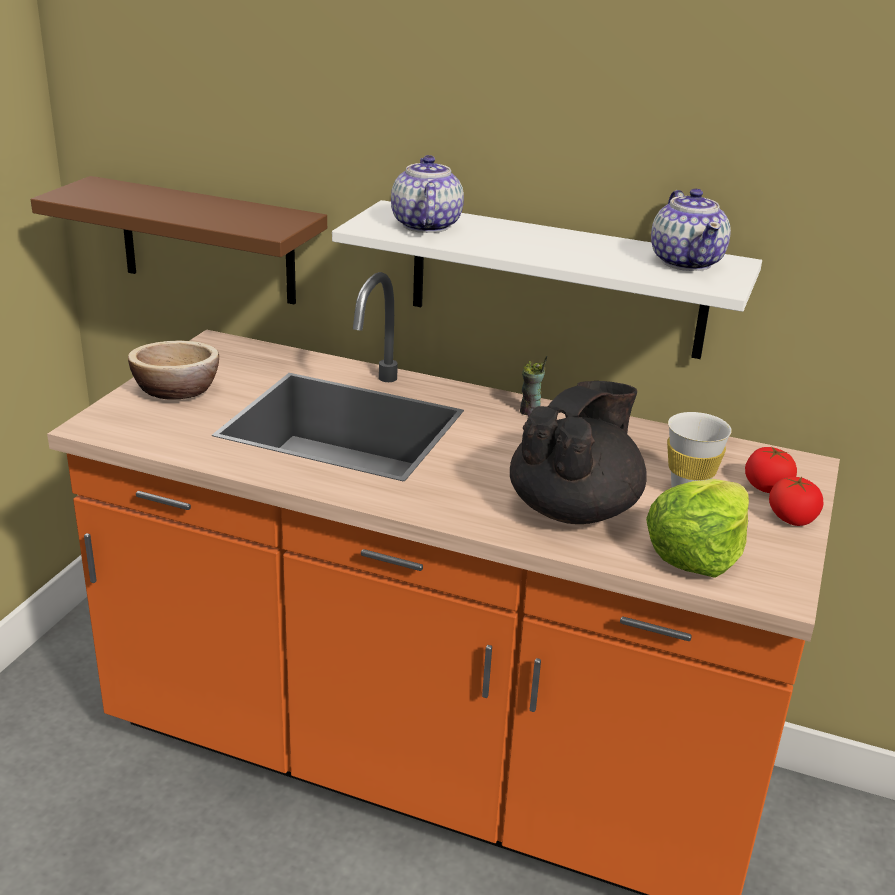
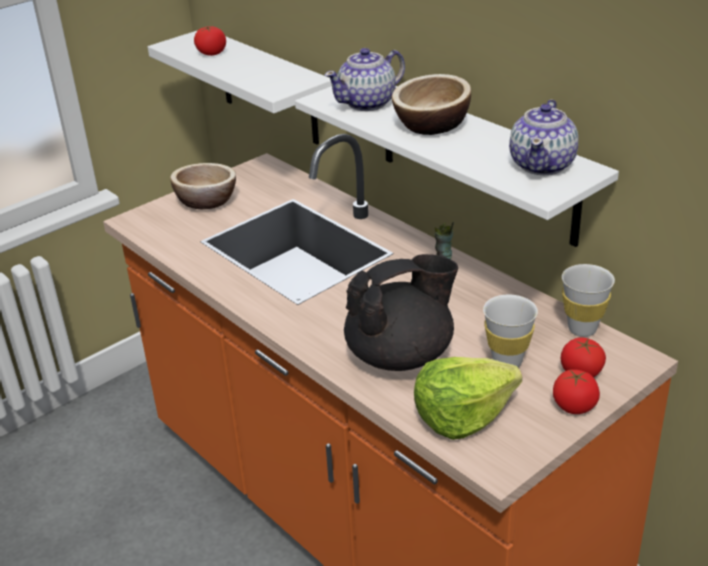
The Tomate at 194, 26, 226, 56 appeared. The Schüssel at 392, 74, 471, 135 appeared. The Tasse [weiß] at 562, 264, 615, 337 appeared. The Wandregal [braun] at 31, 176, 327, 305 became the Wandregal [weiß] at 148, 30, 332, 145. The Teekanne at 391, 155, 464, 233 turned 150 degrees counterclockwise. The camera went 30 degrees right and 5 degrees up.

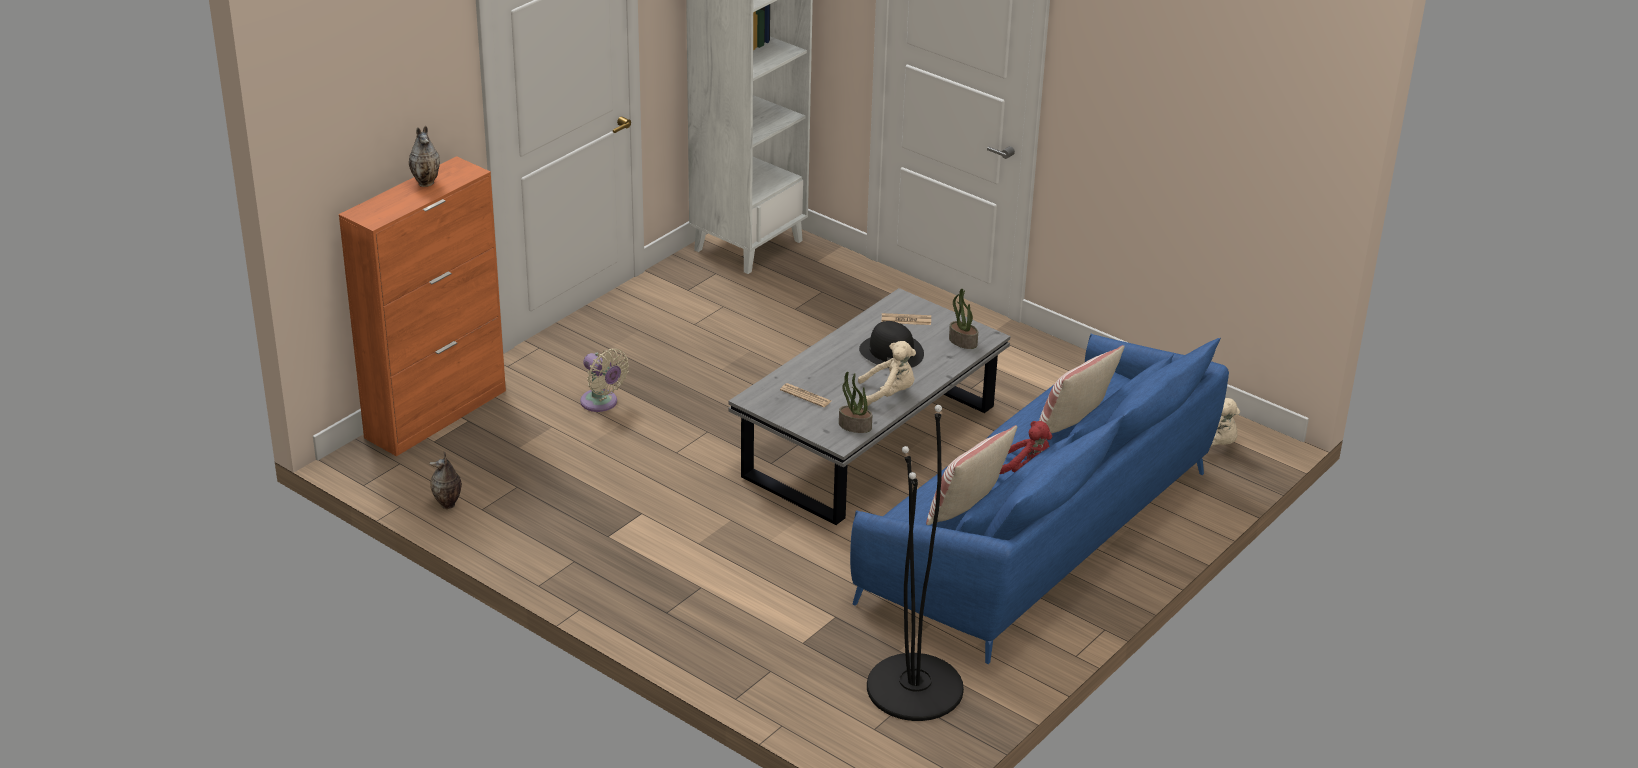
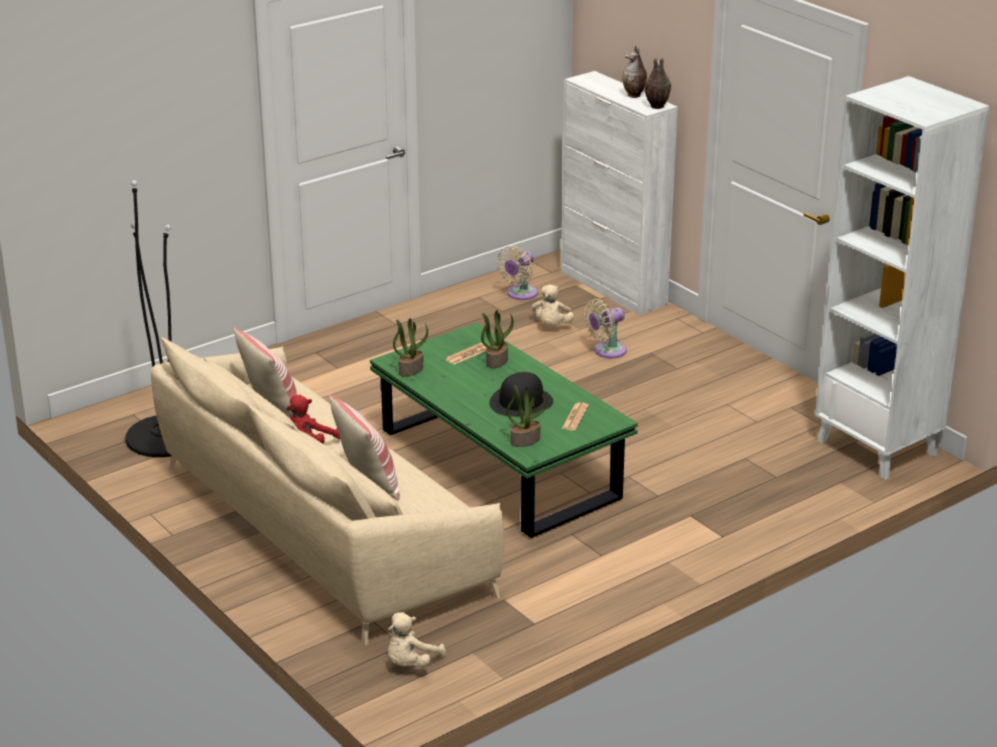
The Topfpflanze at 481, 310, 514, 368 appeared. The Ventilator [beige] at 497, 246, 538, 300 appeared. The Vase moved from 429, 452, 462, 509 to 645, 58, 671, 109. The Plüschtier [beige] moved from 858, 341, 916, 406 to 532, 284, 574, 326. The Schrank [orange] at 339, 156, 506, 456 became the Schrank [weiß] at 561, 71, 678, 315. The Couchtisch [grau] at 728, 288, 1010, 525 became the Couchtisch [grün] at 370, 323, 638, 538. The Sofa [blau] at 850, 333, 1229, 664 became the Sofa [beige] at 150, 337, 504, 645. The camera went 105 degrees right and 5 degrees down.

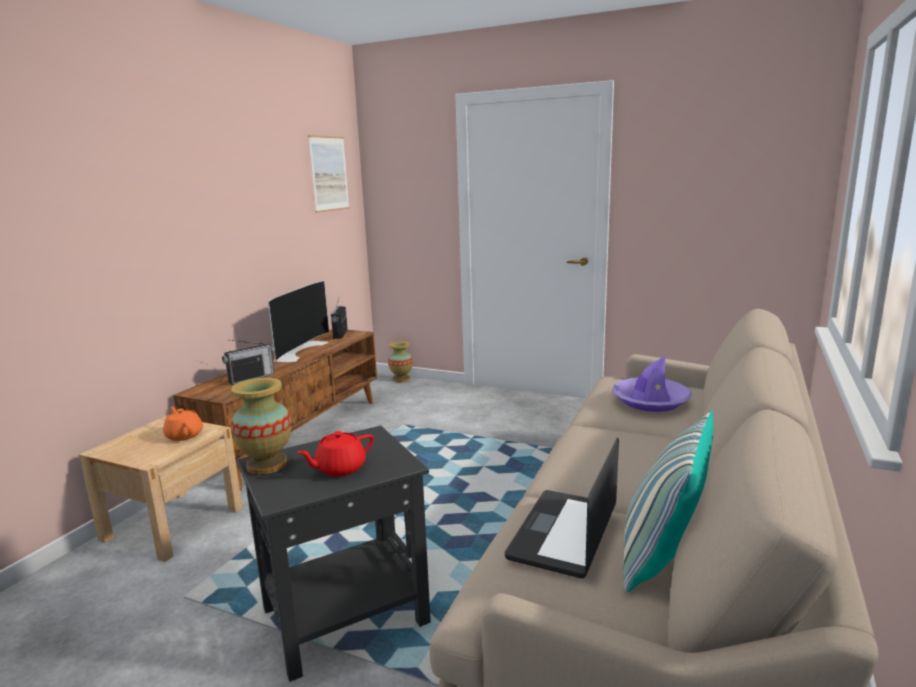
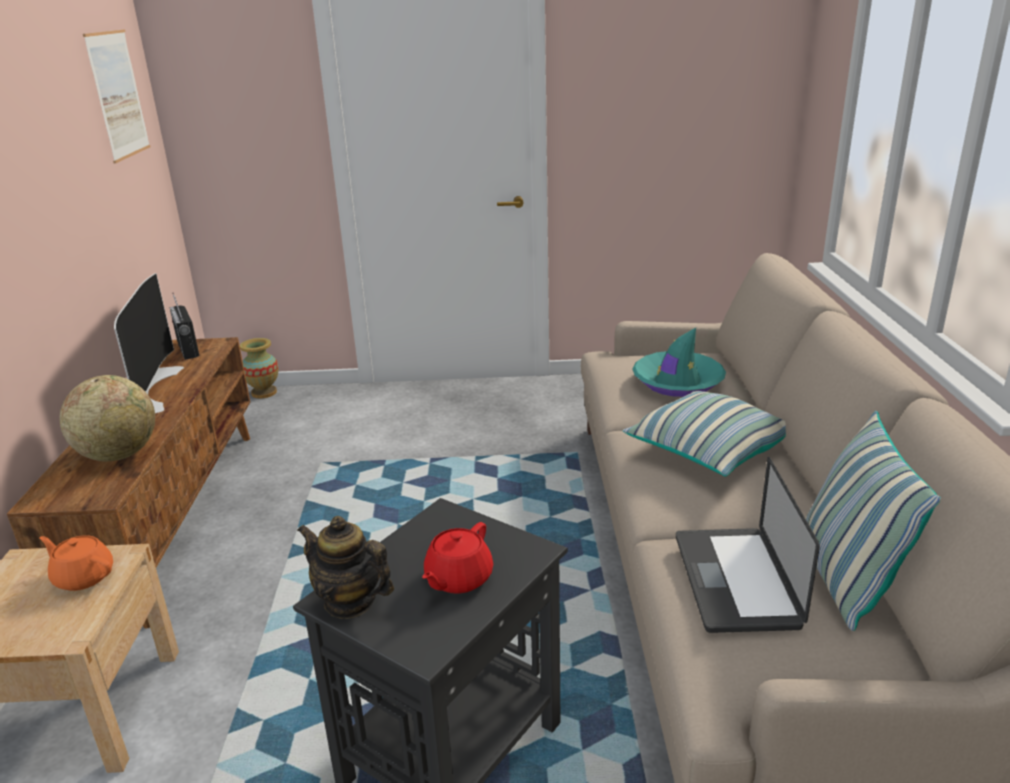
The Kissen at 622, 391, 786, 477 appeared. The Radio at 222, 339, 275, 385 was replaced by the Globus at 60, 375, 155, 461. The Vase at 231, 378, 291, 474 was replaced by the Teekanne at 297, 516, 394, 619. The Hut [lila] at 612, 356, 692, 412 became the Hut [türkis] at 632, 328, 726, 397. The camera went 25 degrees left and 10 degrees up.

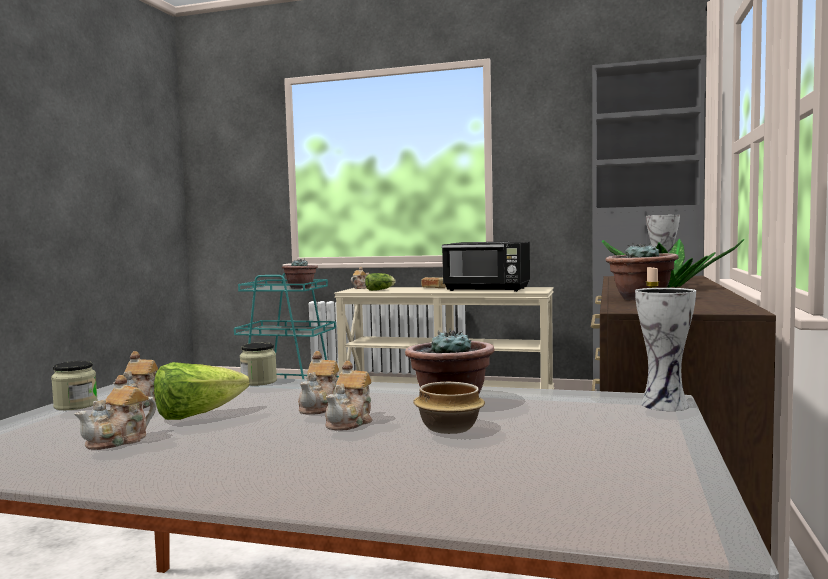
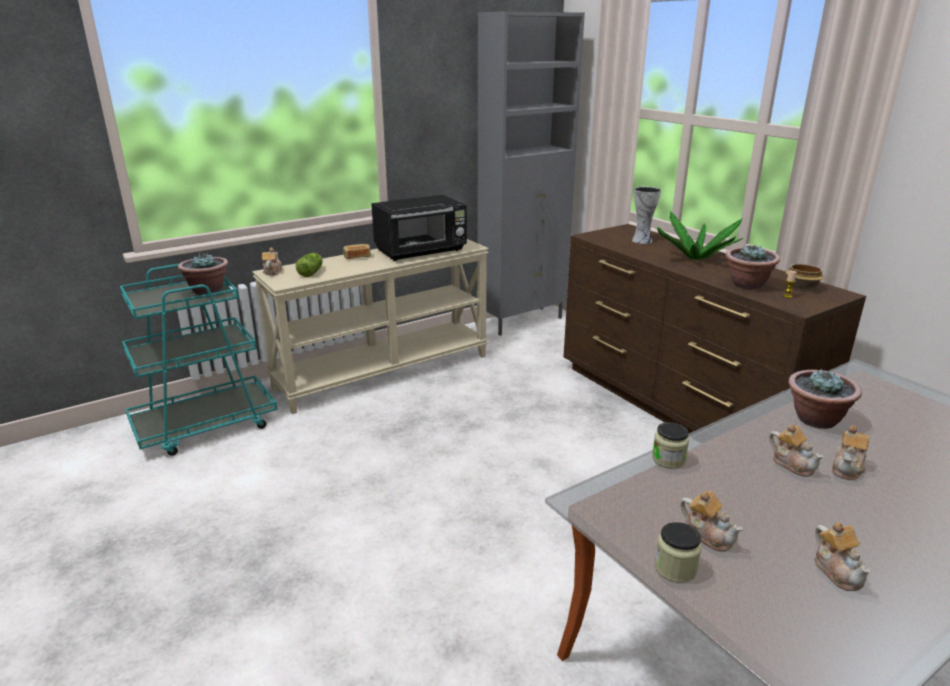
The Salatkopf at 154, 362, 249, 420 disappeared. The Vase at 635, 288, 696, 411 disappeared. The Schüssel moved from 413, 382, 485, 434 to 786, 264, 825, 290. The Teekanne at 325, 361, 372, 431 turned 60 degrees clockwise. The camera went 50 degrees left and 20 degrees up.

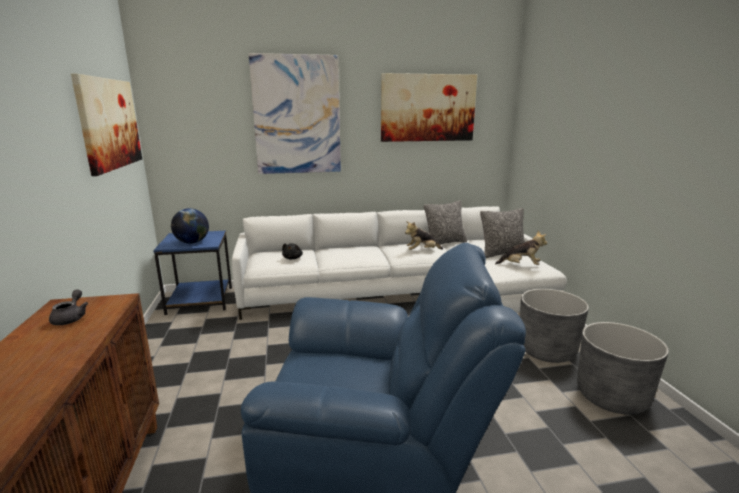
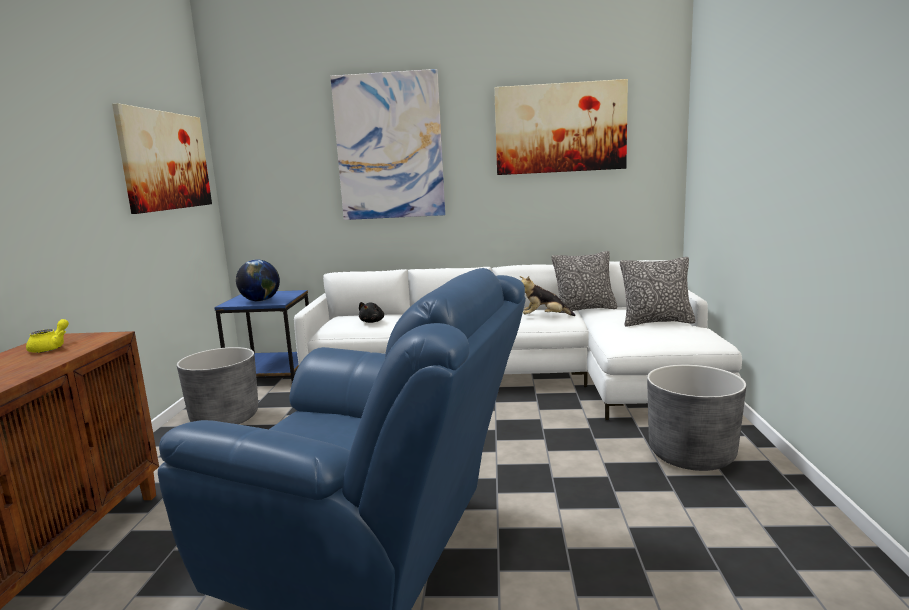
The Plüschtier at 495, 231, 547, 265 disappeared. The Pflanzkübel [grau] moved from 577, 322, 669, 415 to 177, 347, 258, 424. The Teekanne [grau] at 49, 289, 88, 325 became the Teekanne [gelb] at 26, 319, 69, 353. The camera went 15 degrees right and 5 degrees down.

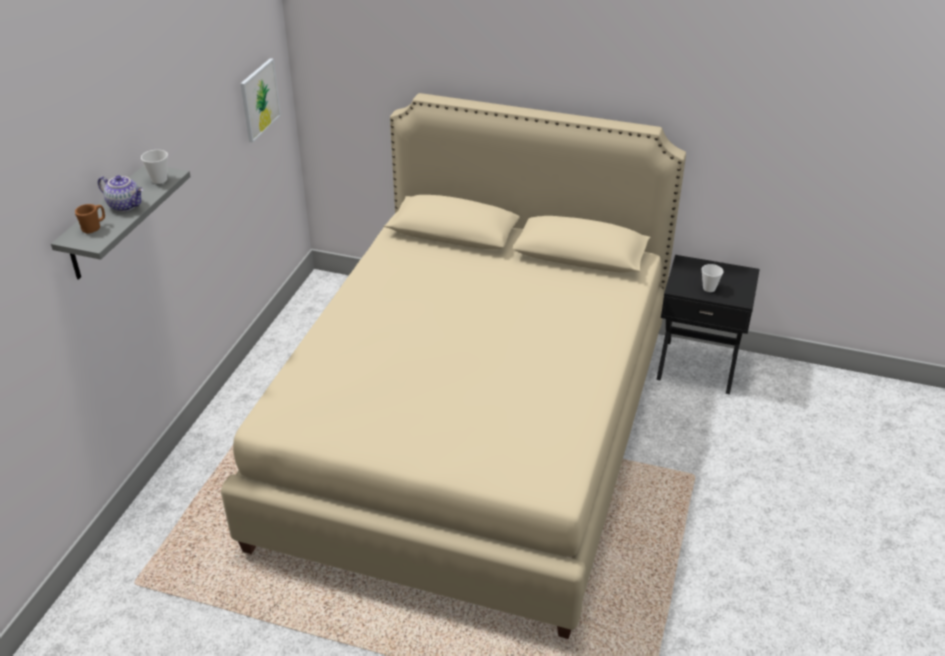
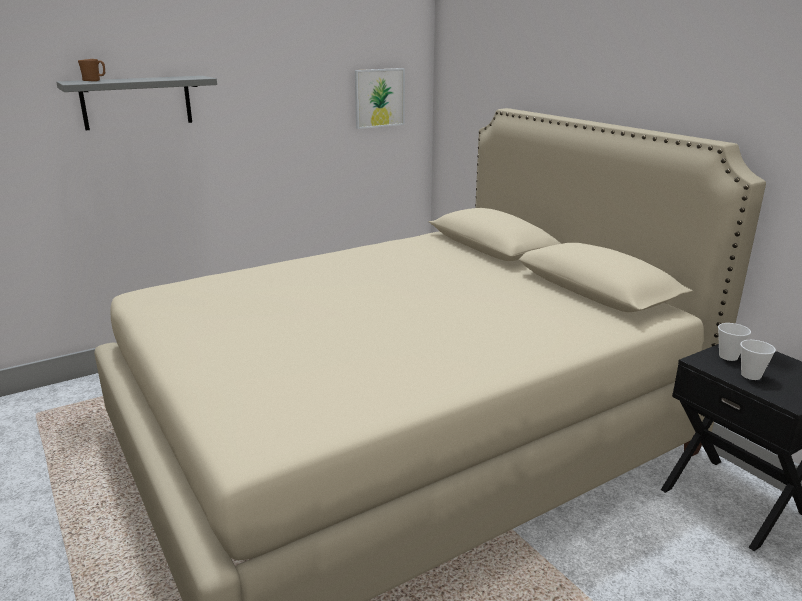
The Teekanne at 98, 175, 143, 212 disappeared. The Tasse moved from 141, 150, 168, 184 to 718, 323, 751, 361. The camera went 40 degrees right and 15 degrees down.

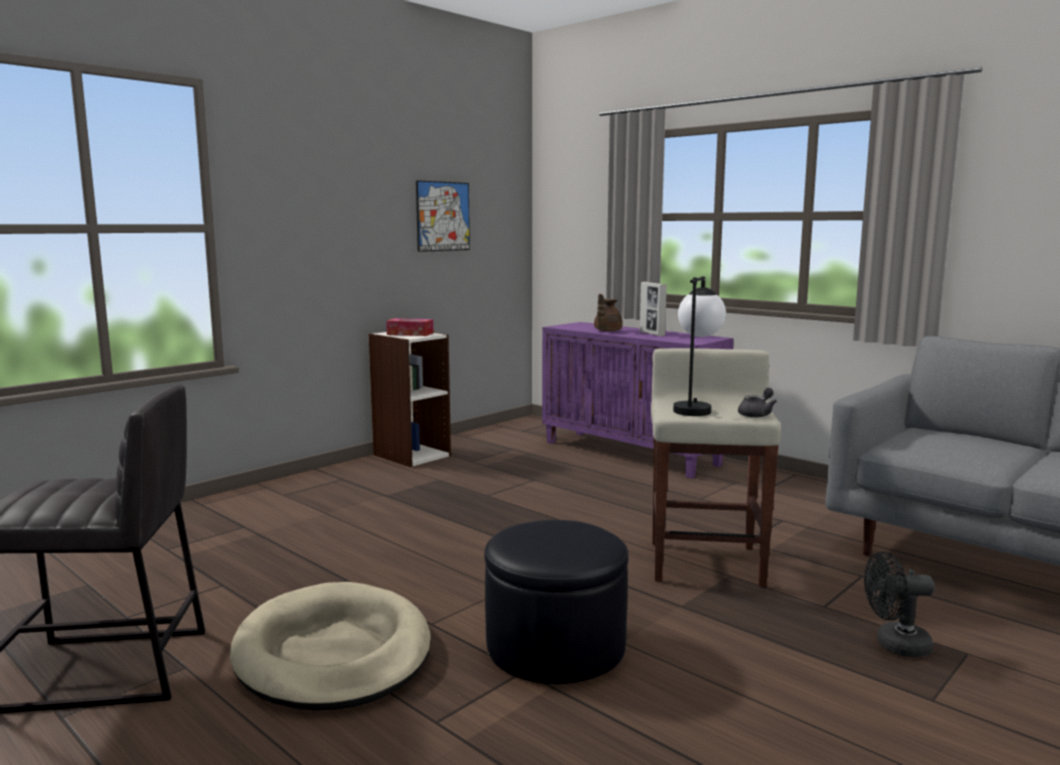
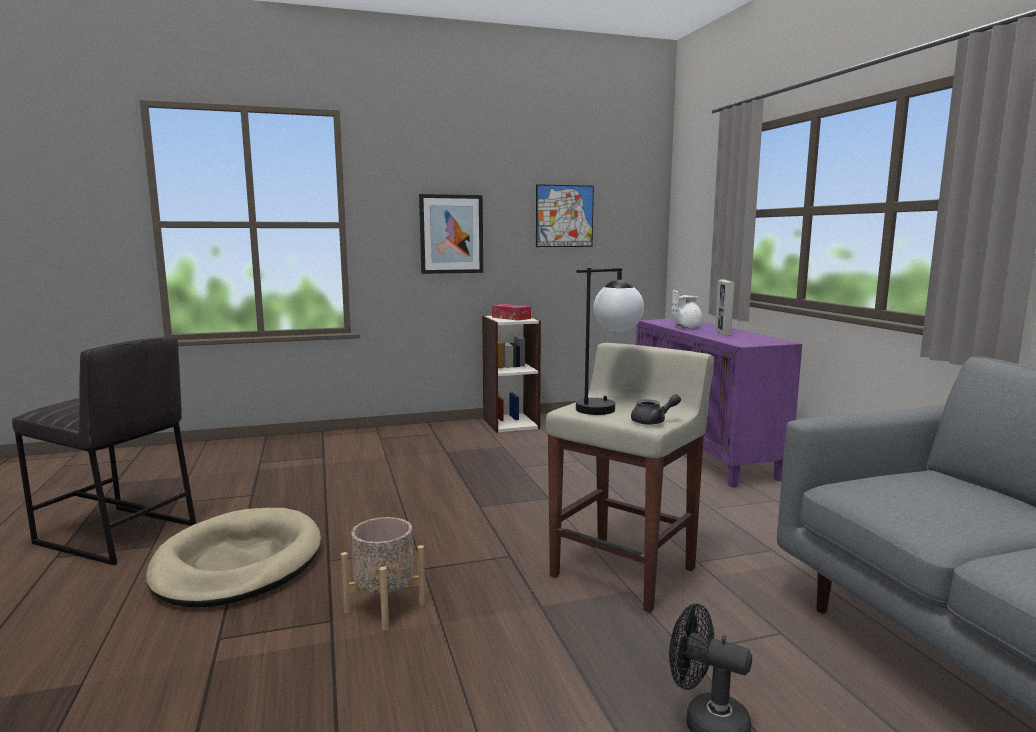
The Bild at 419, 194, 483, 274 appeared. The Polsterhocker [schwarz] at 484, 520, 628, 684 was replaced by the Pflanzkübel [beige] at 341, 517, 426, 631. The Teekanne [braun] at 594, 294, 623, 331 became the Teekanne [weiß] at 671, 290, 703, 328. The camera went 30 degrees right and 0 degrees up.

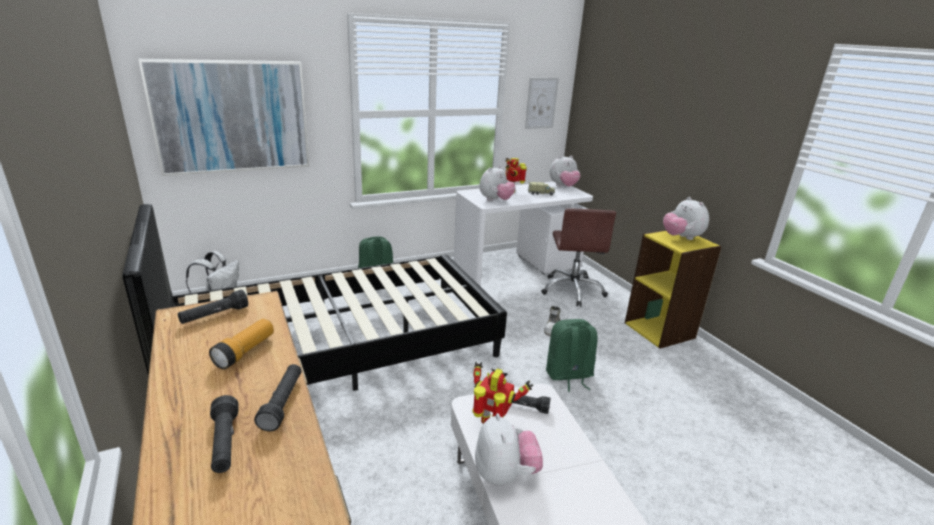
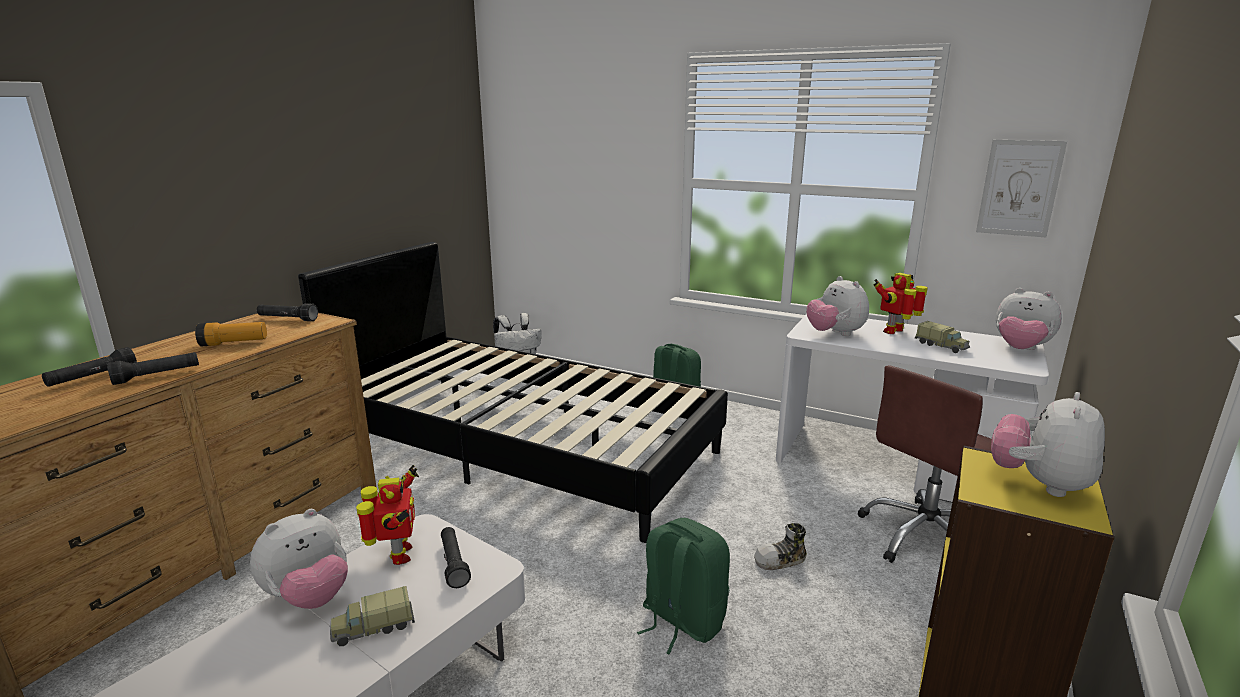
The Bild at 138, 59, 309, 176 disappeared. The Spielzeuglaster at 330, 586, 415, 646 appeared. The Plüschtier at 480, 166, 516, 201 turned 60 degrees clockwise. The camera went 55 degrees right and 5 degrees down.

